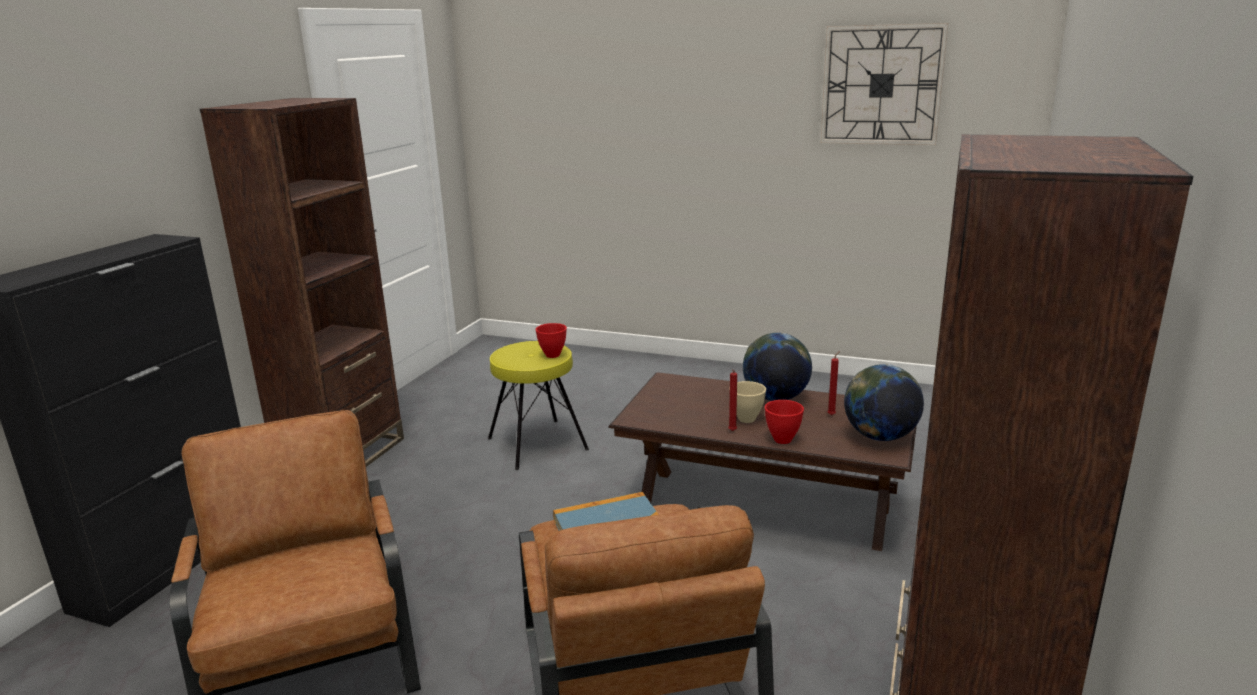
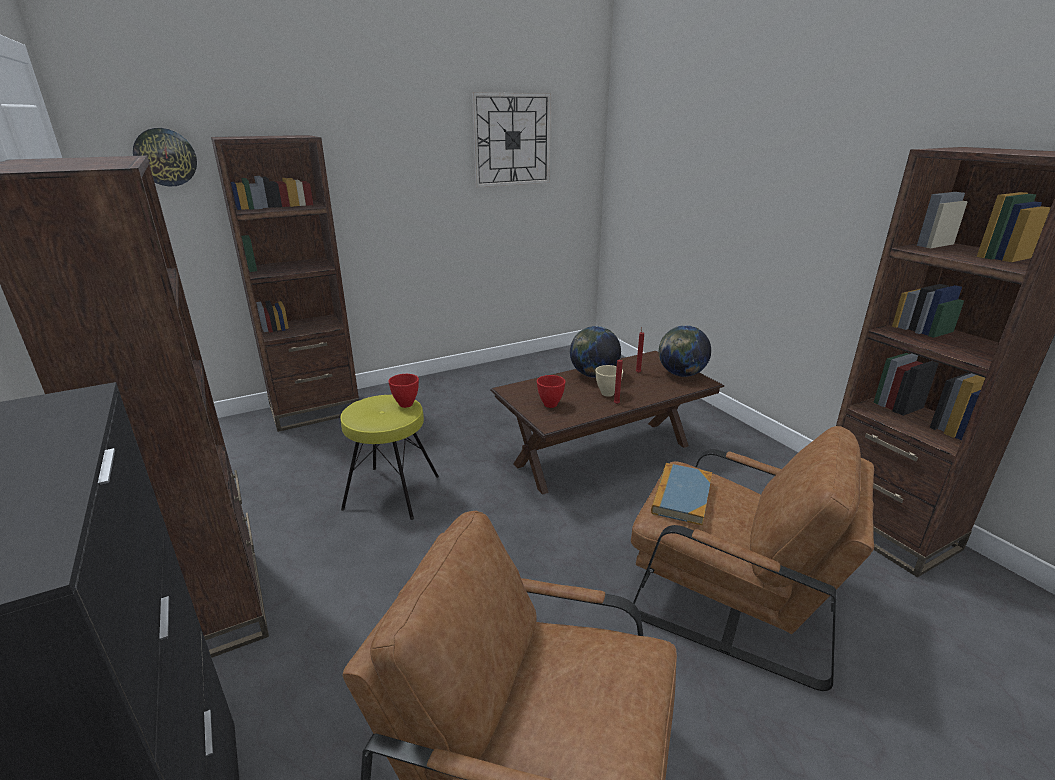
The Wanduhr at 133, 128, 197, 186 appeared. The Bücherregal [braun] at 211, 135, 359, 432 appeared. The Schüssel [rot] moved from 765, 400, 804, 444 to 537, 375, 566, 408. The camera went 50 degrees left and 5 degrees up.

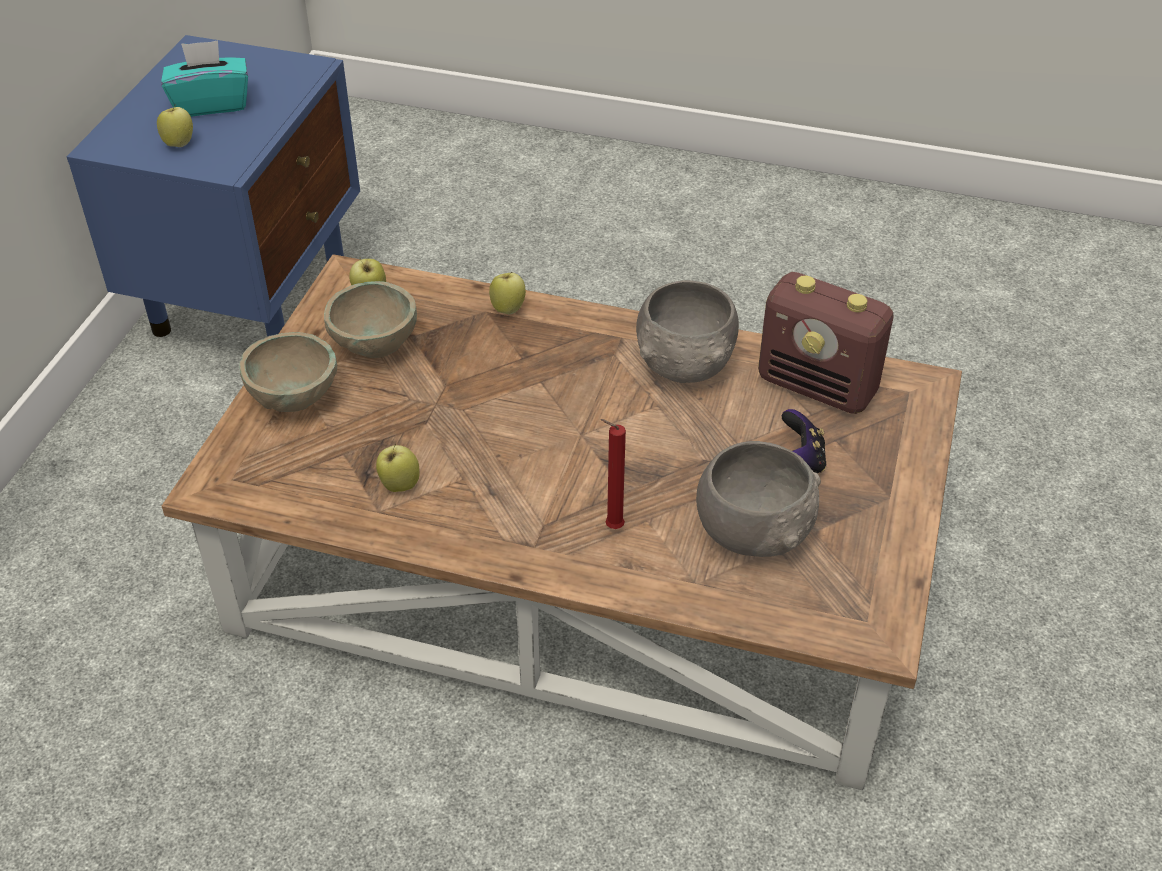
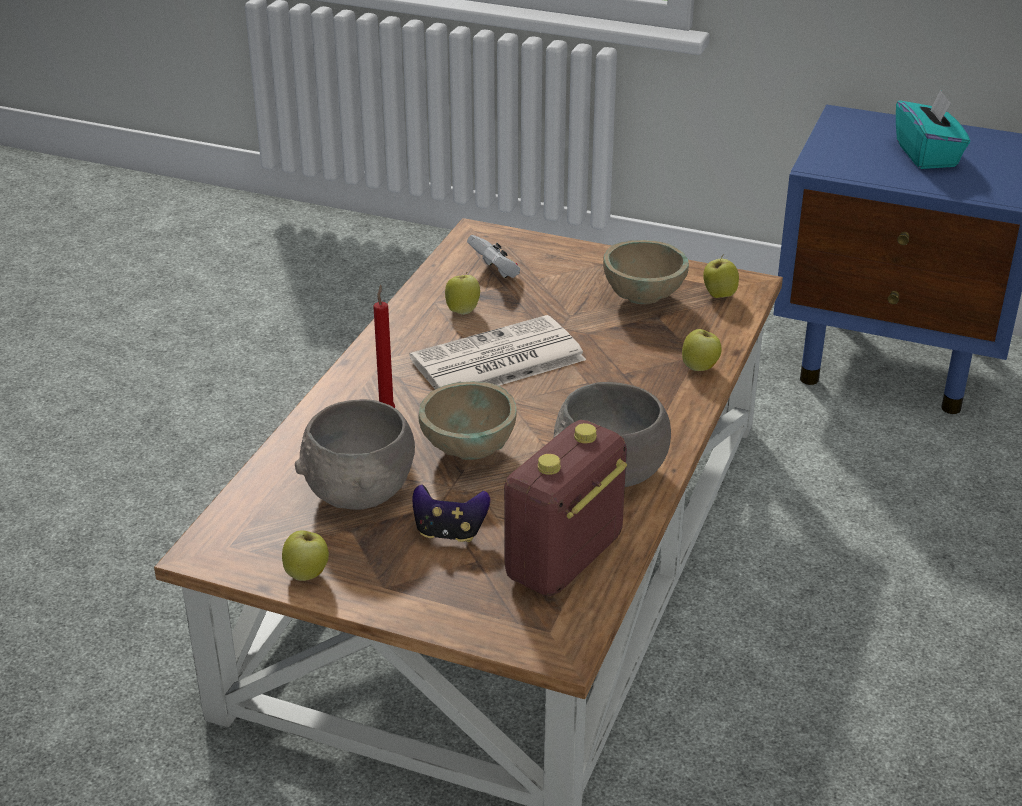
The Zeitung at 409, 315, 586, 389 appeared. The Gamepad [weiß] at 467, 235, 520, 278 appeared. The Apfel moved from 157, 104, 193, 147 to 282, 530, 329, 581. The Schüssel [beige] moved from 239, 332, 337, 412 to 419, 381, 517, 460. The camera went 95 degrees right and 10 degrees down.

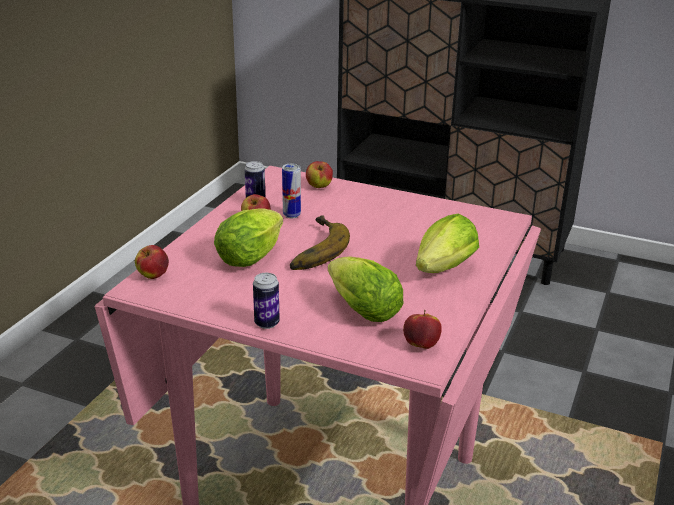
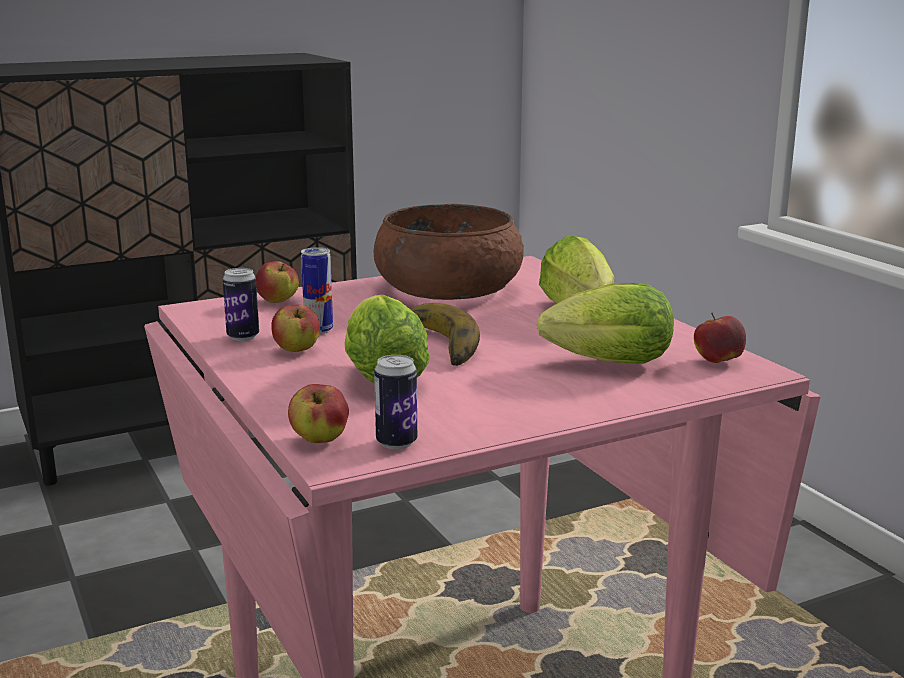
The Schüssel [braun] at 374, 204, 524, 300 appeared. The Dose moved from 253, 273, 280, 329 to 374, 355, 417, 449. The camera went 50 degrees left and 10 degrees down.

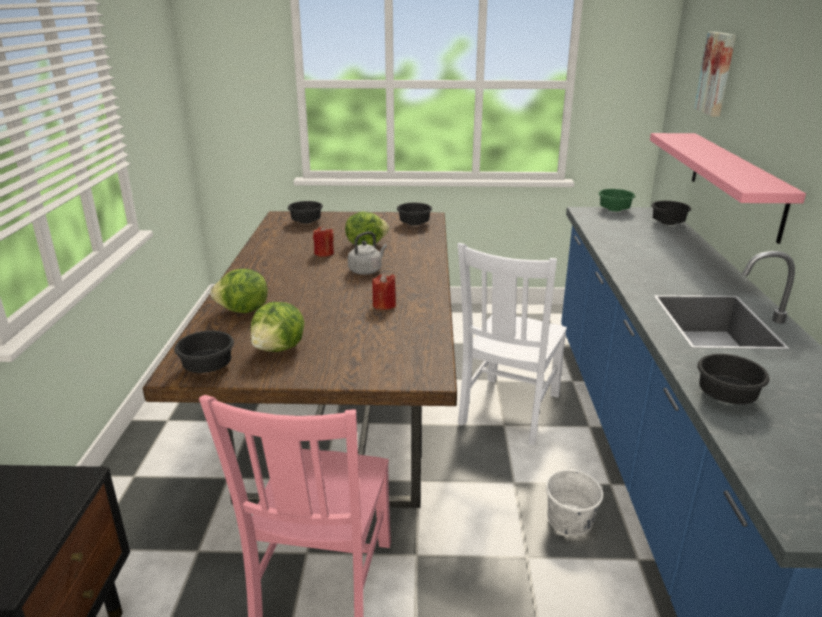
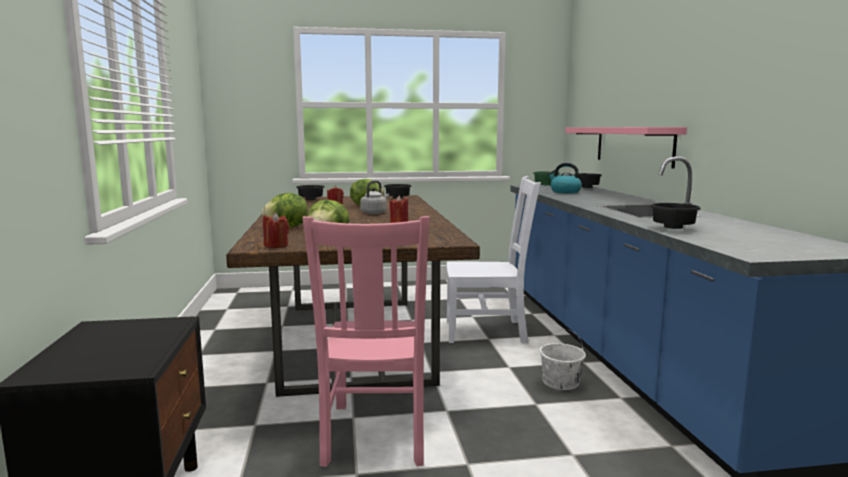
The Bild at 694, 32, 736, 117 disappeared. The Wasserkessel at 548, 163, 582, 193 appeared. The Schüssel [schwarz] at 174, 331, 234, 373 was replaced by the Kerze [rot] at 263, 212, 289, 248. The Stuhl [weiß] at 458, 243, 567, 445 turned 105 degrees counterclockwise. The camera went 10 degrees left and 15 degrees down.

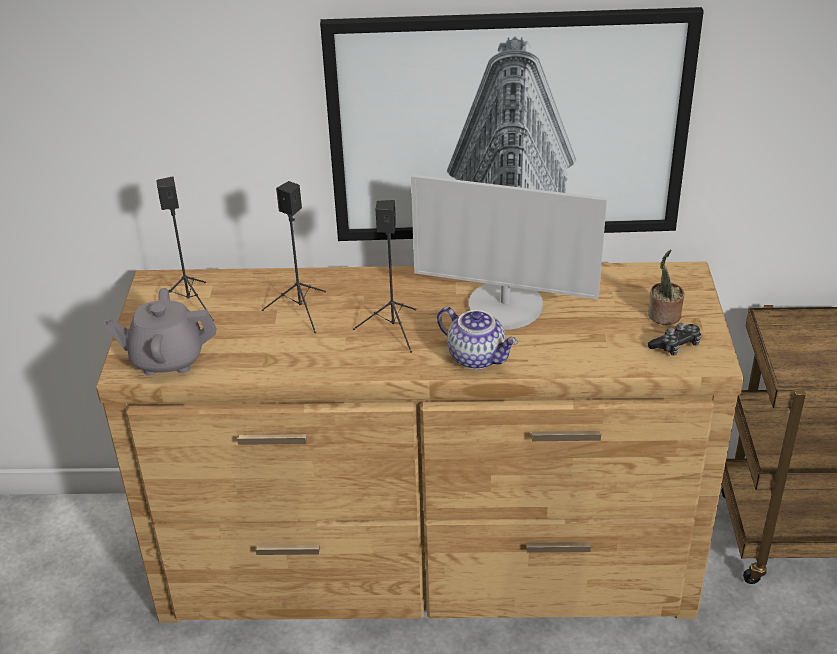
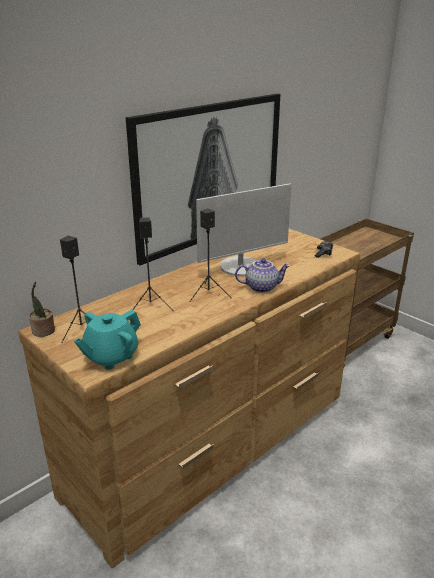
The Topfpflanze moved from 648, 250, 685, 325 to 29, 281, 55, 337. The Teekanne [grau] at 104, 288, 217, 376 became the Teekanne [türkis] at 74, 309, 141, 370. The camera went 45 degrees left and 10 degrees down.

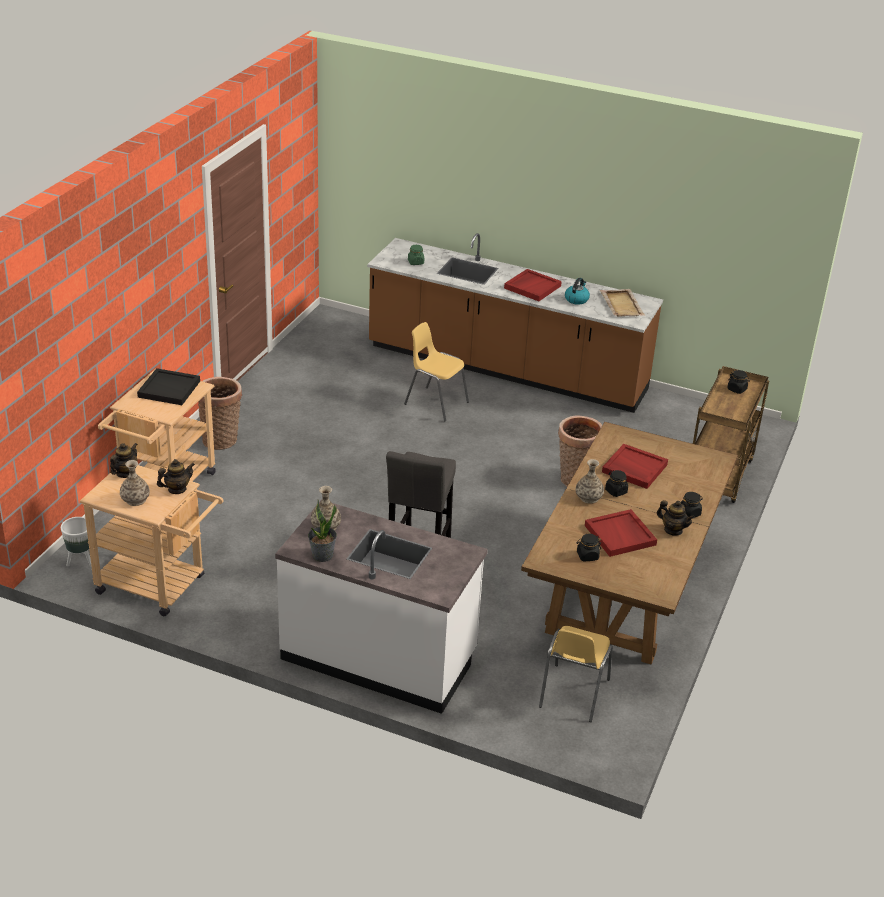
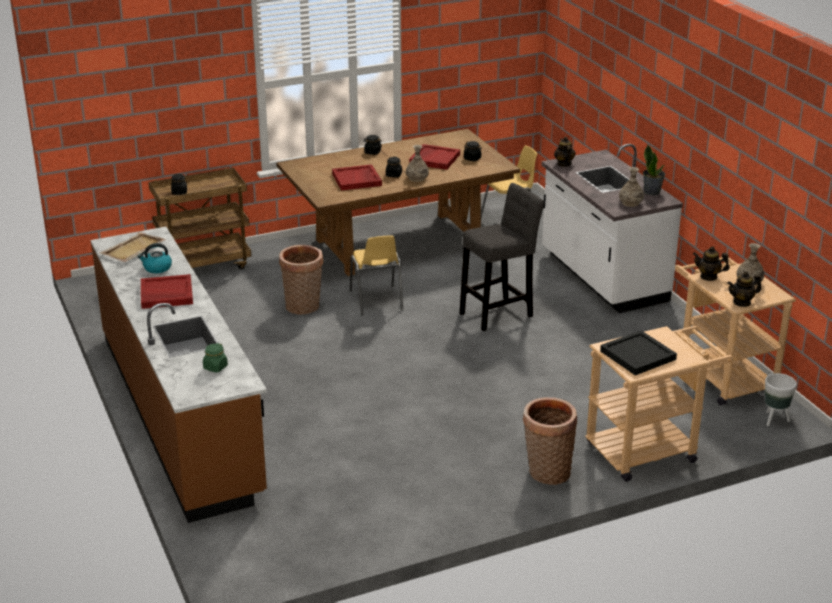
The Stuhl [gelb] moved from 404, 322, 469, 422 to 350, 235, 403, 315. The Teekanne moved from 657, 500, 695, 536 to 554, 137, 576, 167. The camera went 135 degrees left and 5 degrees down.

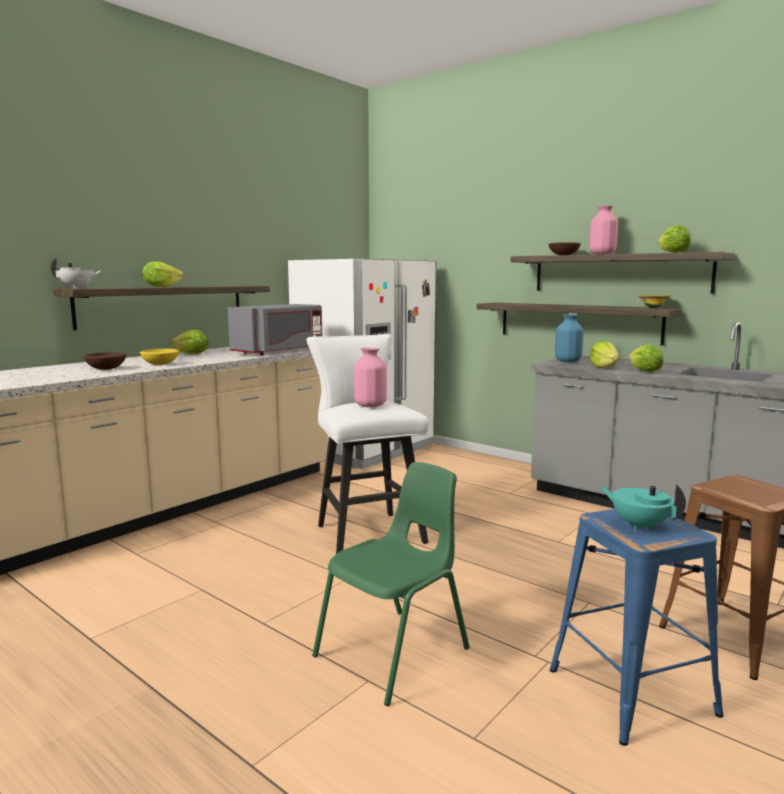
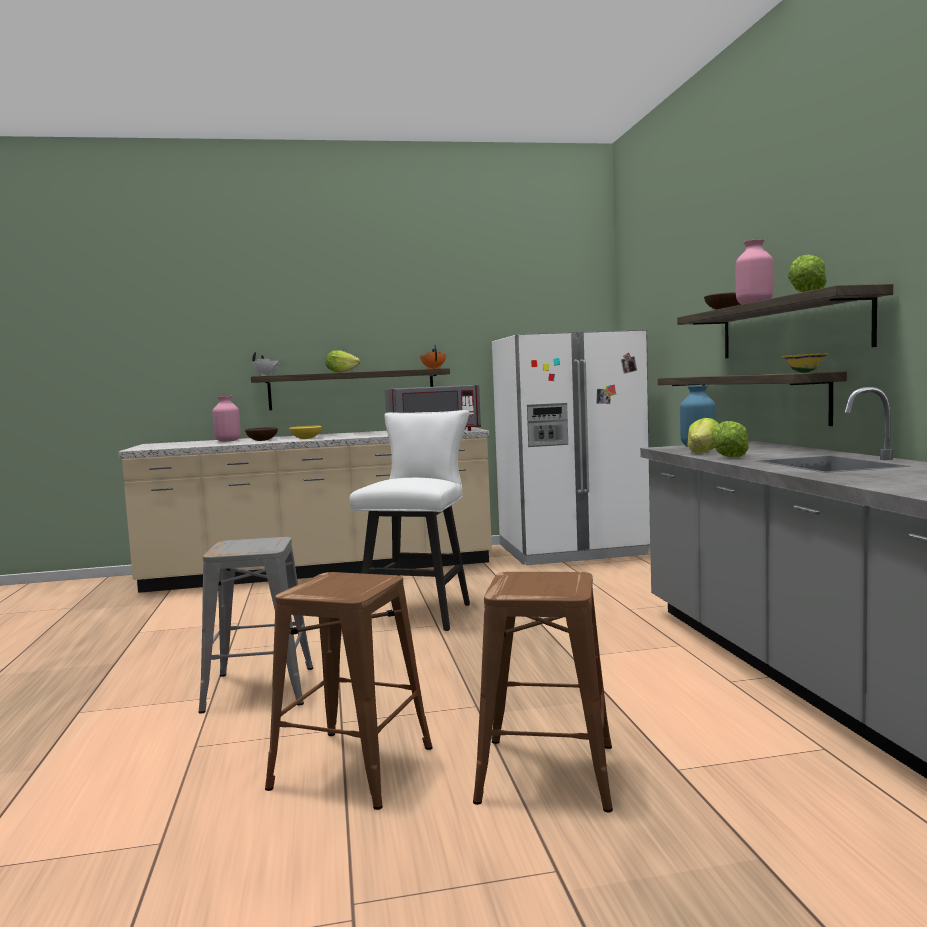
The Salatkopf at 170, 330, 209, 354 disappeared. The Teekanne [türkis] at 600, 484, 686, 530 disappeared. The Teekanne [orange] at 420, 344, 446, 369 appeared. The Vase [rosa] moved from 354, 347, 387, 407 to 213, 396, 241, 442. The Stuhl [grün] at 312, 462, 469, 706 was replaced by the Hocker [grau] at 198, 537, 313, 713. The Hocker [blau] at 550, 509, 723, 746 became the Hocker [braun] at 265, 572, 433, 810. The camera went 40 degrees right and 5 degrees down.

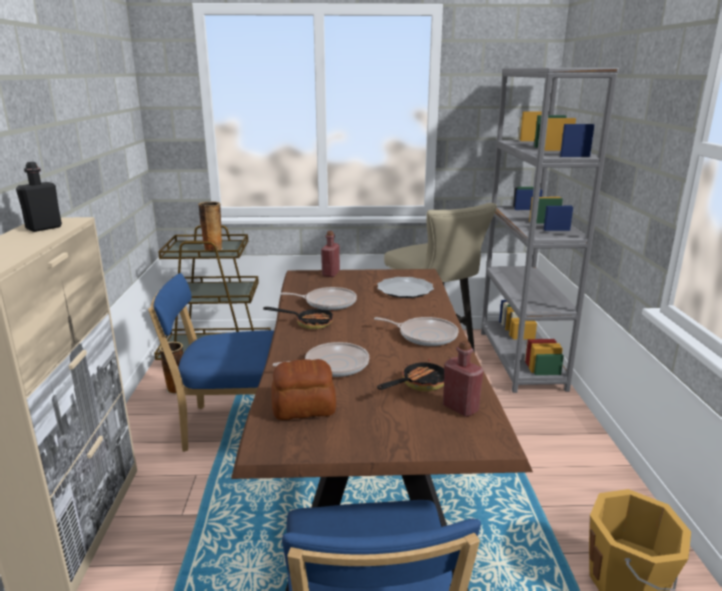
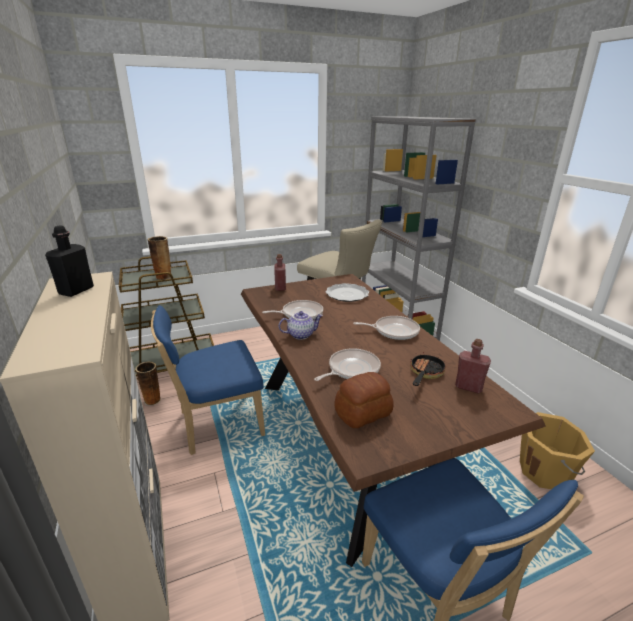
The Pfanne at 263, 307, 333, 329 was replaced by the Teekanne at 279, 311, 323, 340. The camera went 20 degrees left and 5 degrees up.

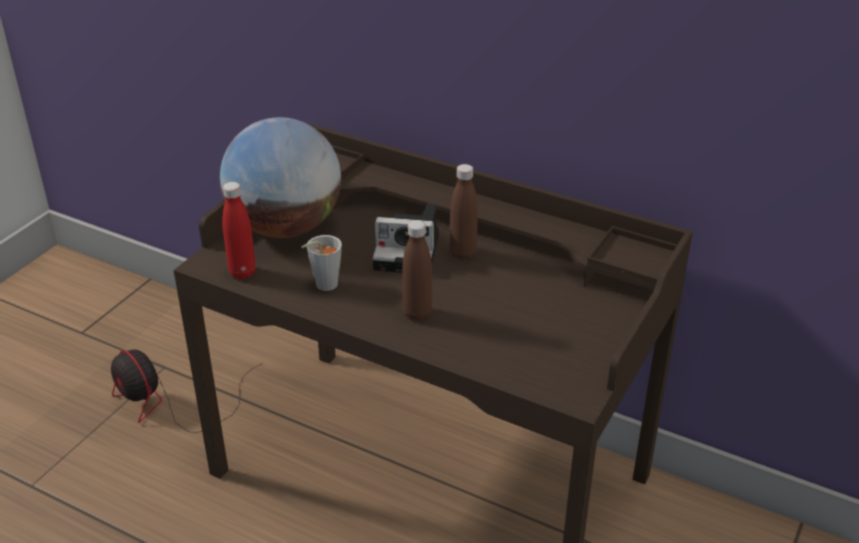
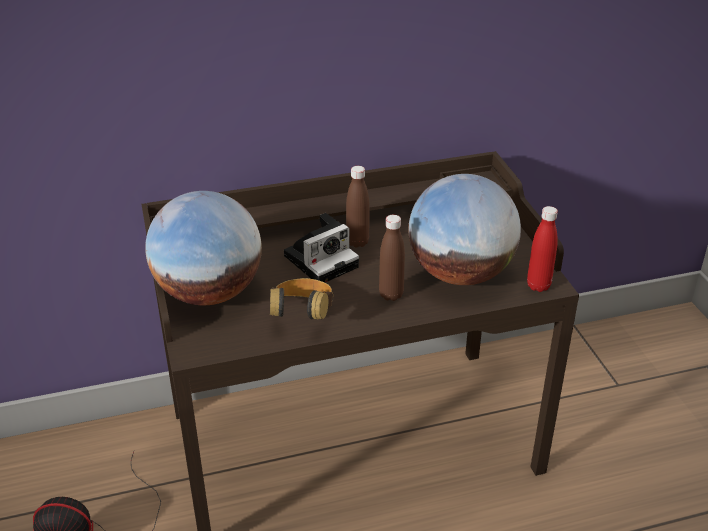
The Globus at 408, 174, 521, 285 appeared. The Flasche [rot] moved from 222, 182, 256, 279 to 527, 206, 558, 292. The Tasse [grau] at 301, 235, 342, 291 was replaced by the Kopfhörer at 270, 278, 333, 319. The camera went 45 degrees left and 0 degrees up.

